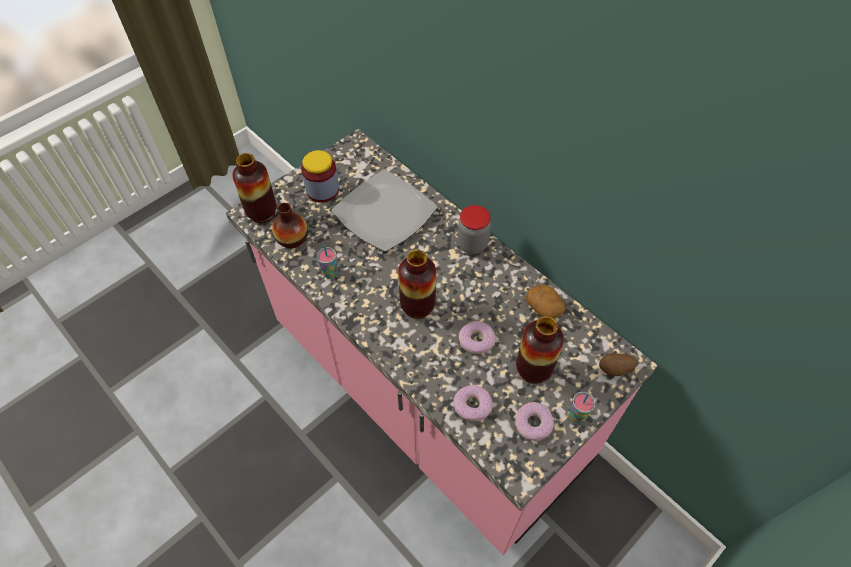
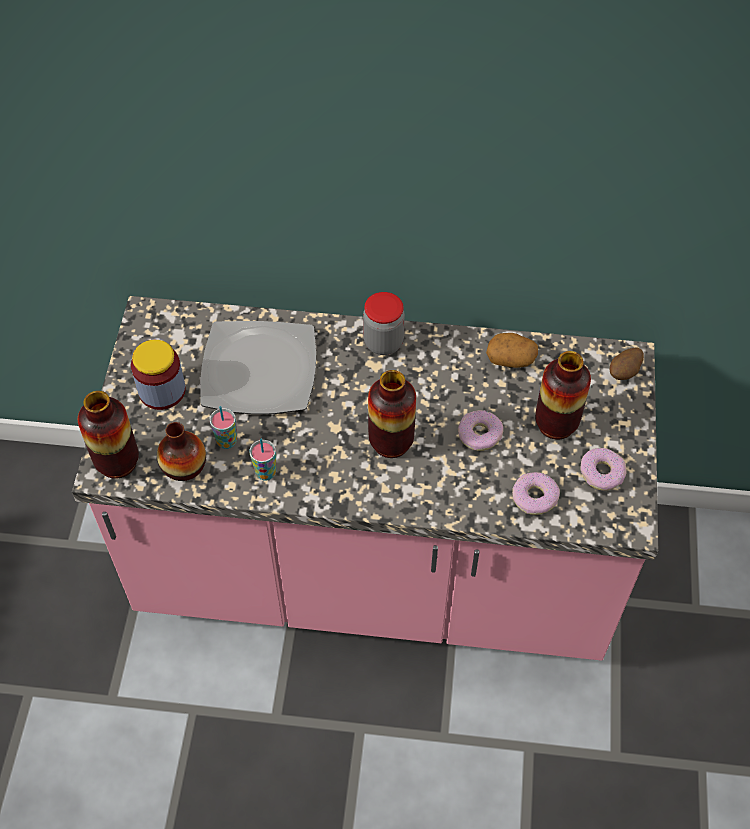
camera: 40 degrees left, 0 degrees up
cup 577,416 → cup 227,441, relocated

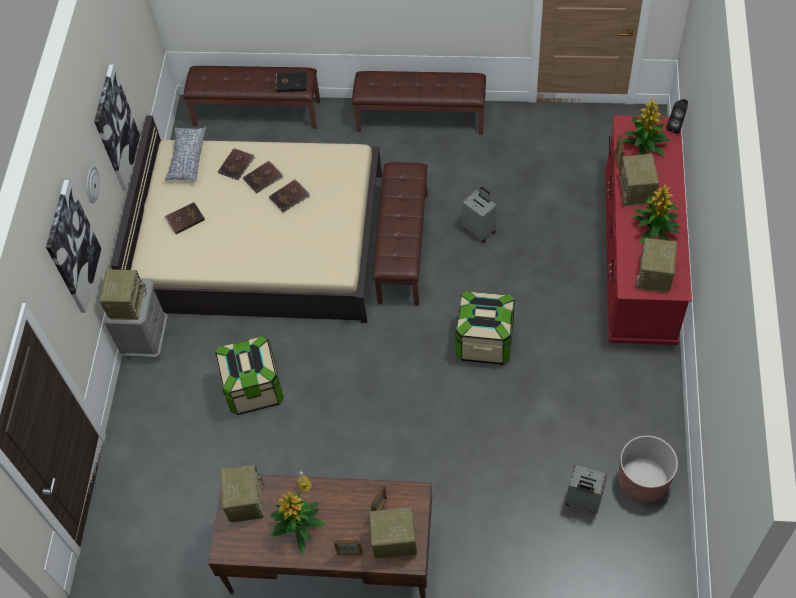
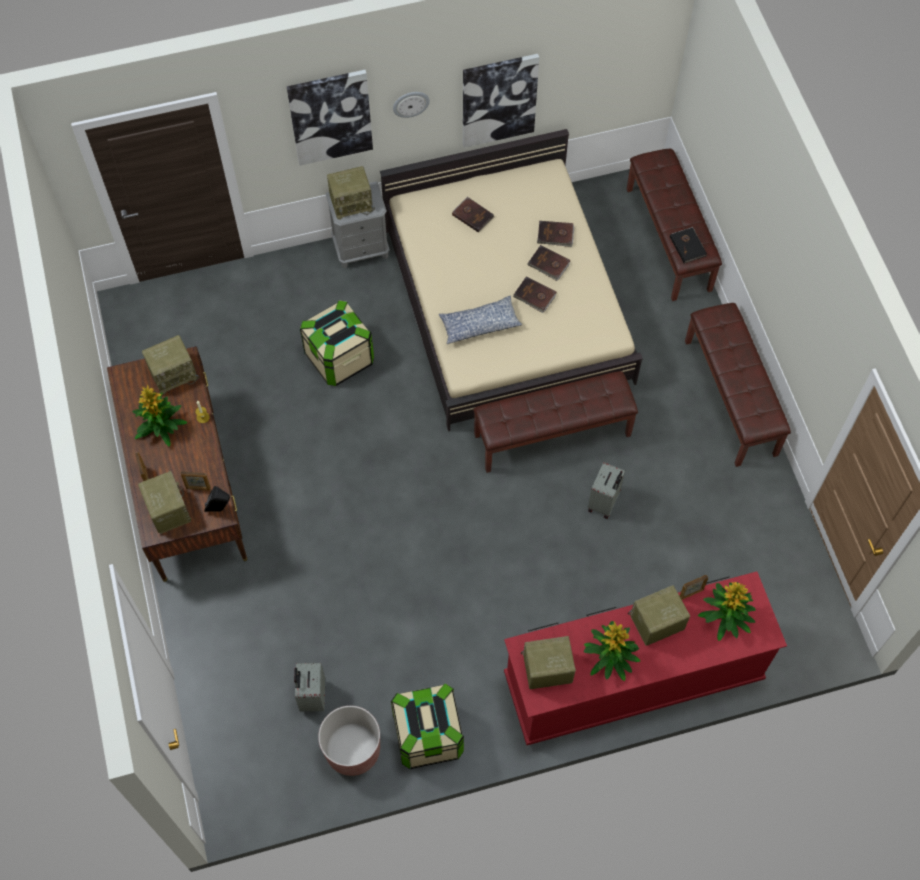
camera: 65 degrees right, 5 degrees up
black_speaker 676,126 → black_speaker 220,508, relocated
storage_box 485,342 → storage_box 428,735, relocated
pillow 187,158 → pillow 479,324, relocated

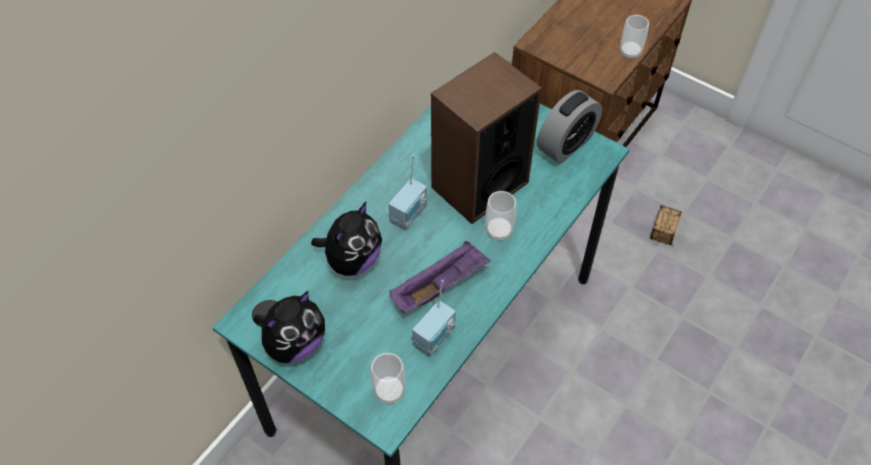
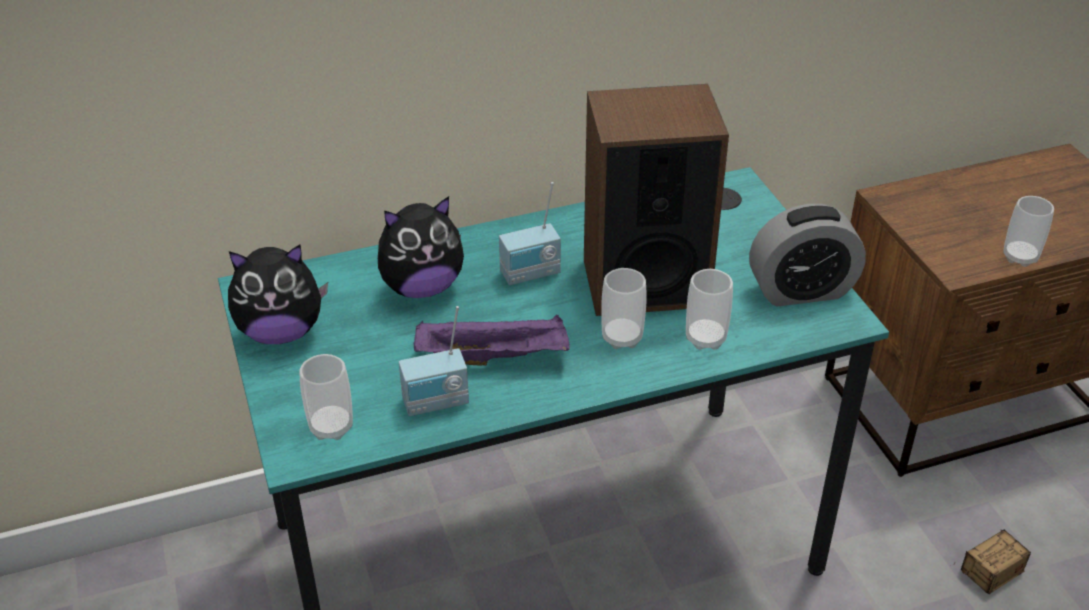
camera: 35 degrees right, 15 degrees down
- → cup 705,338

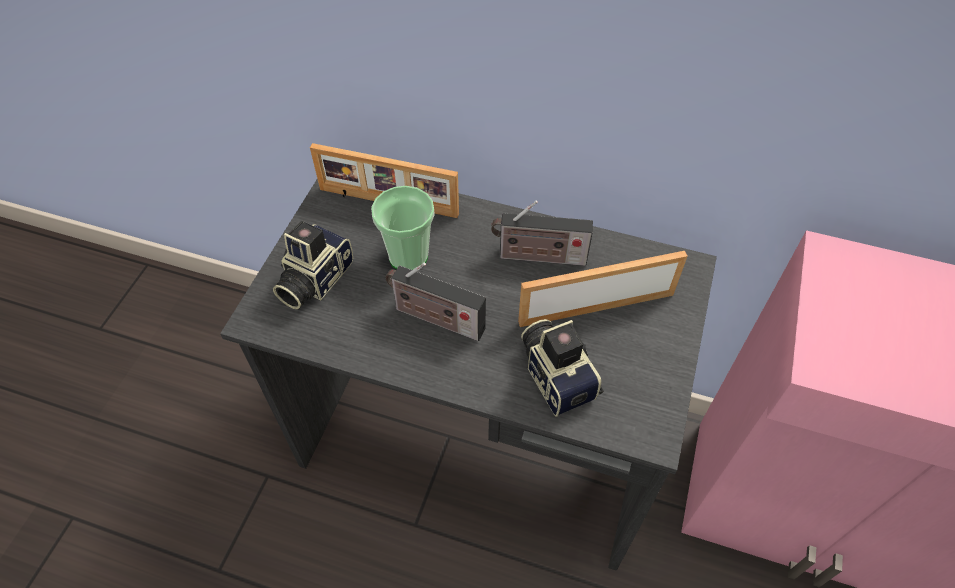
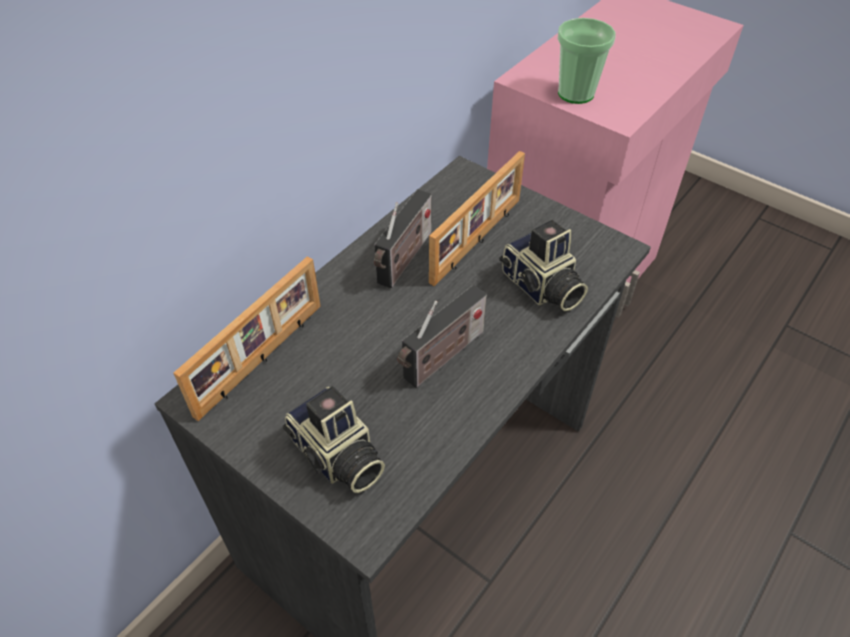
camera: 70 degrees left, 5 degrees down
picture_frame 595,306 → picture_frame 478,241, 150 degrees counterclockwise
photo_camera 557,375 → photo_camera 541,287, 120 degrees counterclockwise
cup 408,256 → cup 576,93, relocated

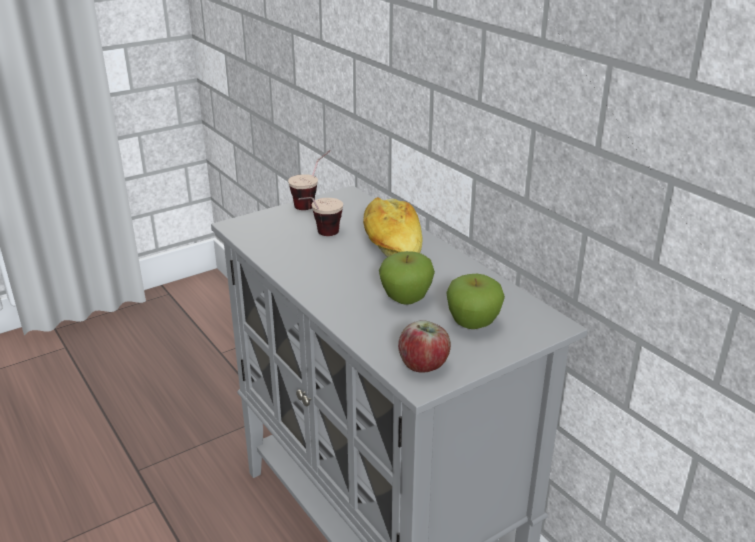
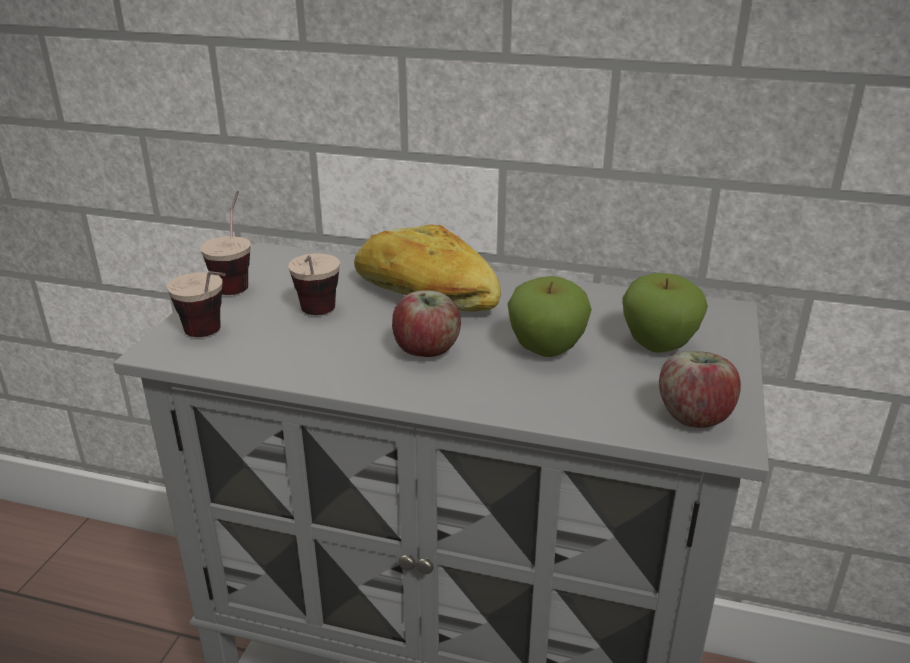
camera: 40 degrees left, 0 degrees up
- → cup 213,338
- → apple 427,351

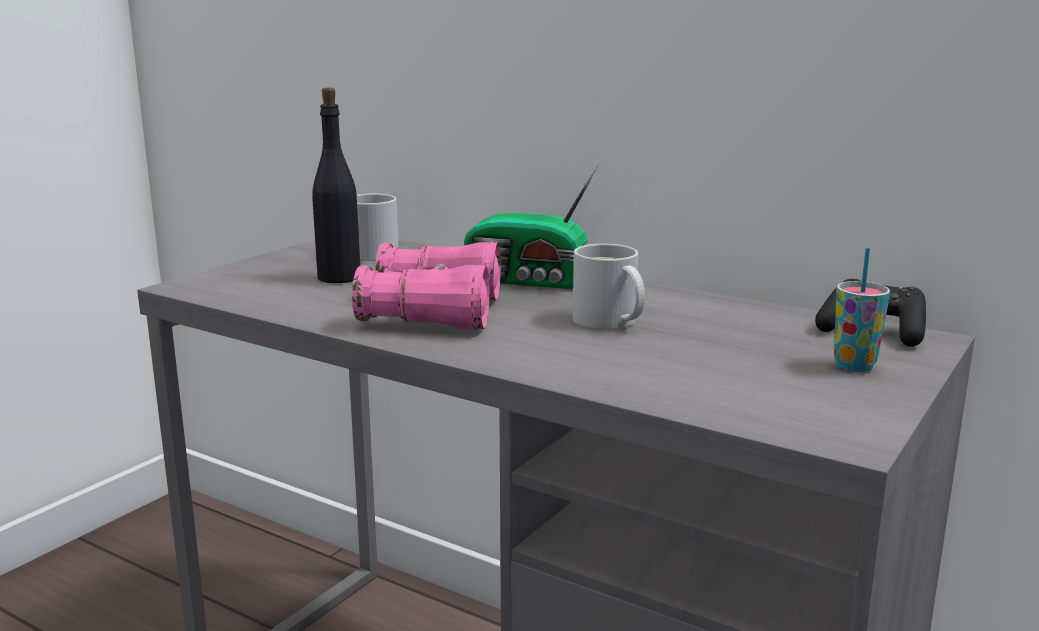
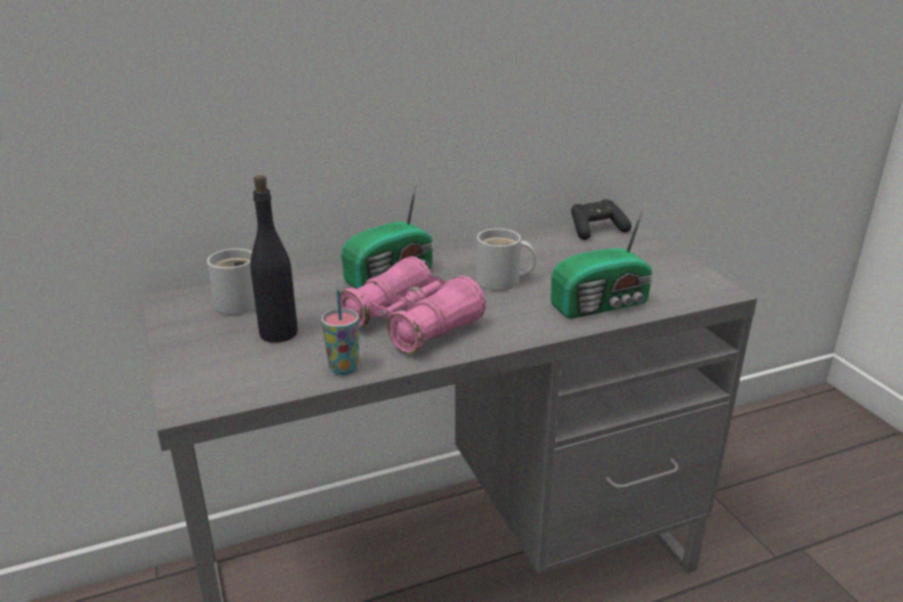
camera: 55 degrees left, 10 degrees up
cup 854,366 → cup 344,368, relocated
- → radio 603,304

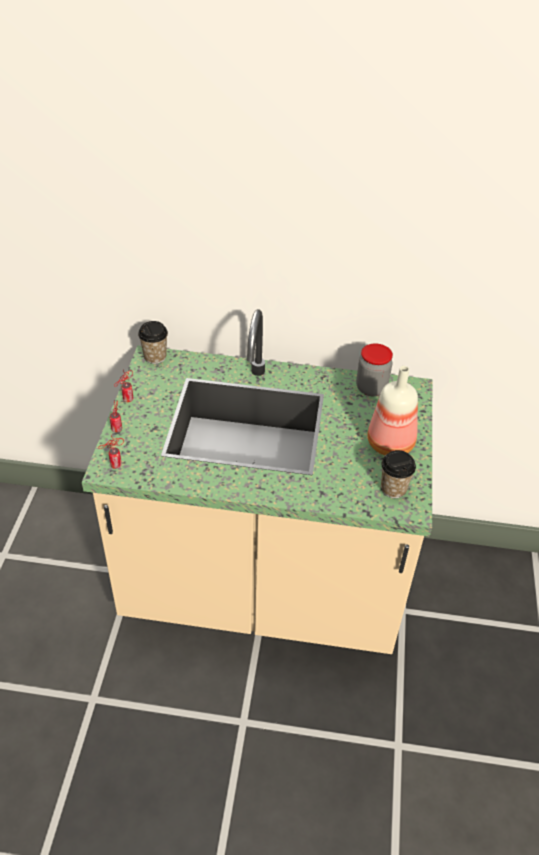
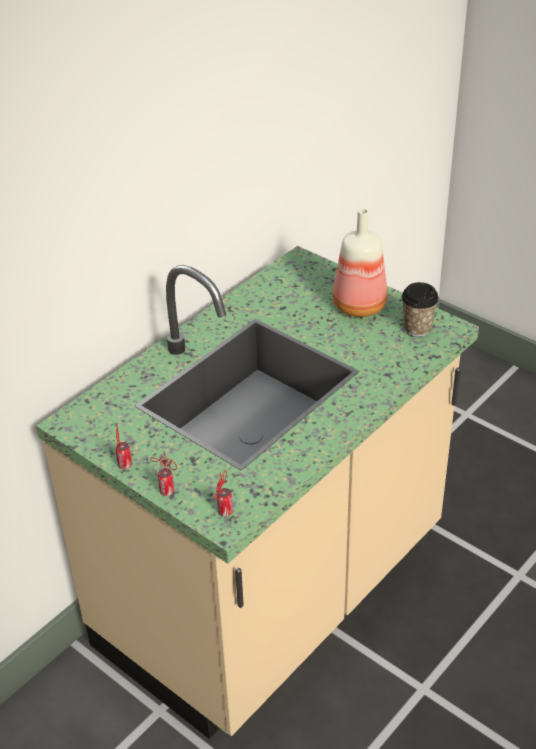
camera: 55 degrees left, 5 degrees down
cup 155,357 → -
jar 371,388 → -

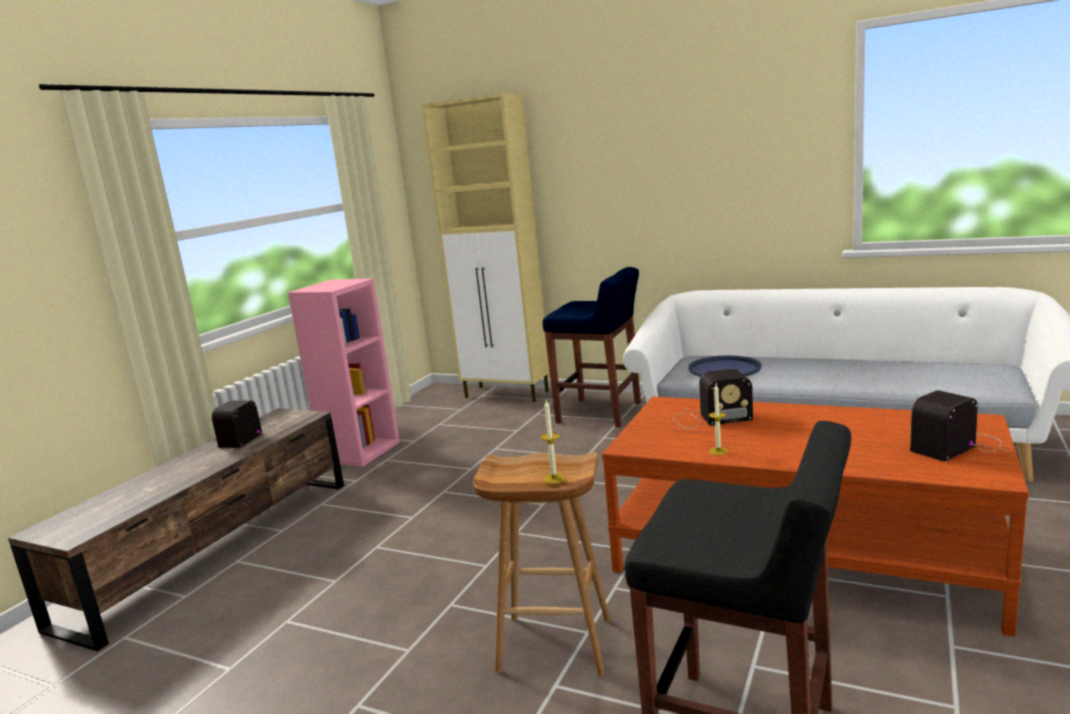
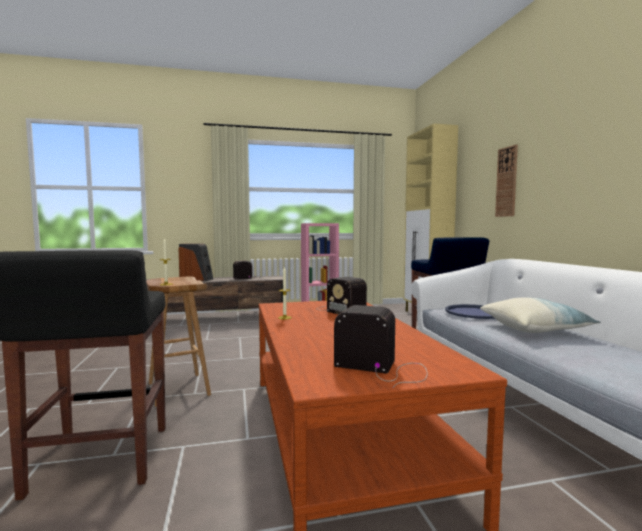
camera: 50 degrees right, 10 degrees down
- → speaker 196,279
- → pillow 534,329
- → wall_clock 506,182

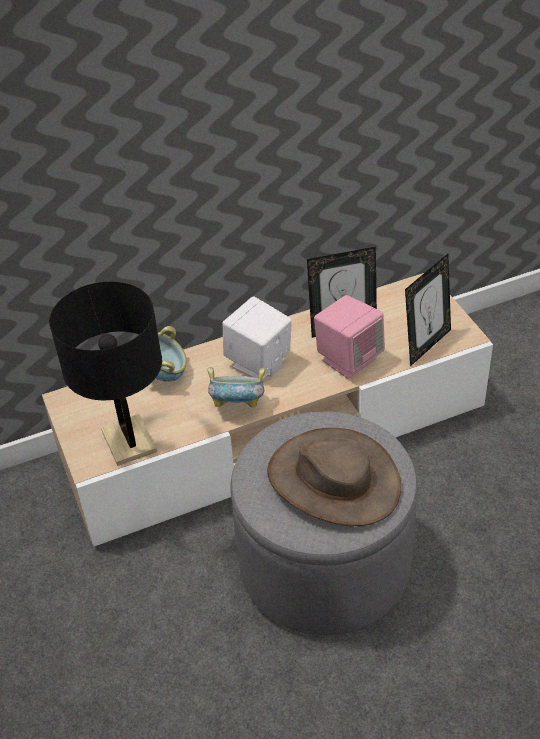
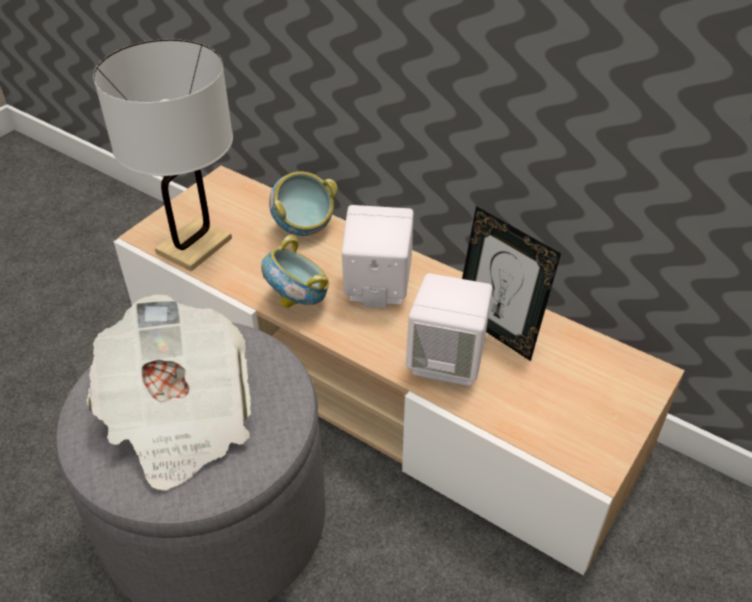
camera: 55 degrees right, 0 degrees up
brown_hat 333,480 → newspaper 178,418
black_table_lamp 128,441 → white_table_lamp 194,245
pink_speaker 349,359 → white_speaker 447,361
picture_frame 426,345 → -

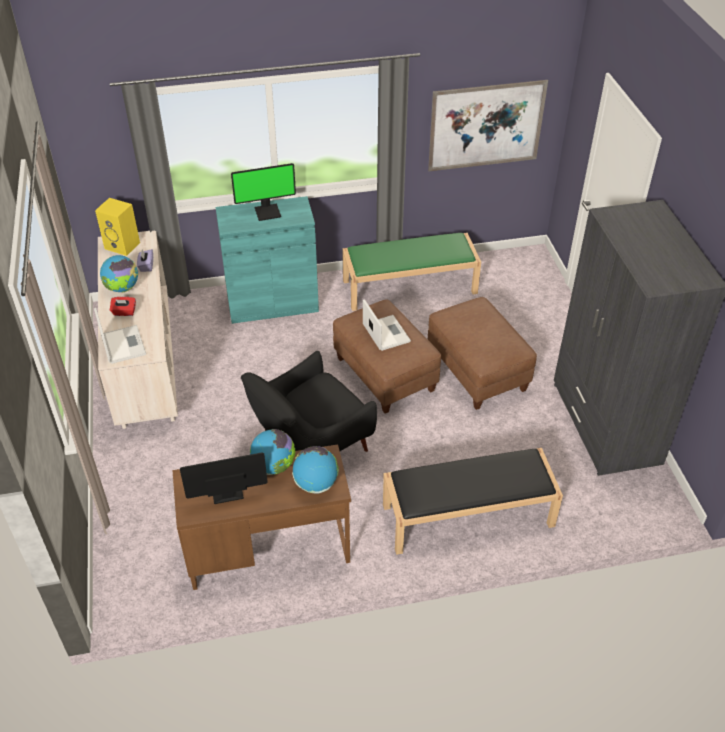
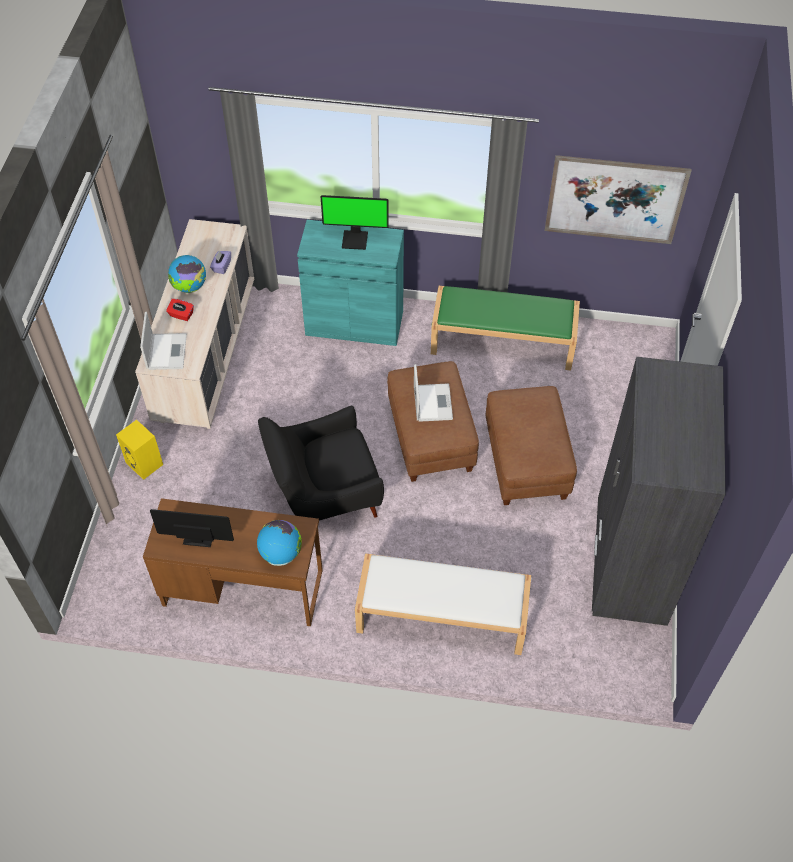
camera: 20 degrees right, 10 degrees up
yellow_speaker 123,245 → yellow_speaker 145,464, relocated
black_bench 467,516 → white_bench 441,616
globe 274,466 → -

